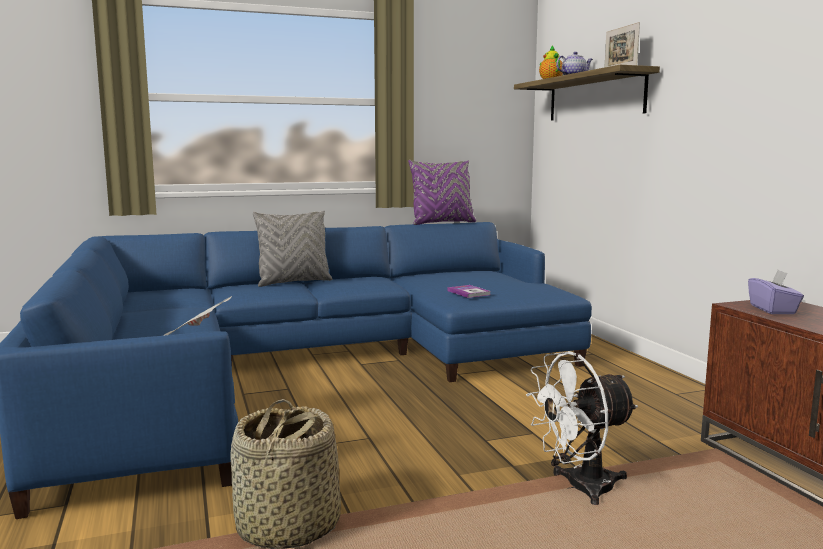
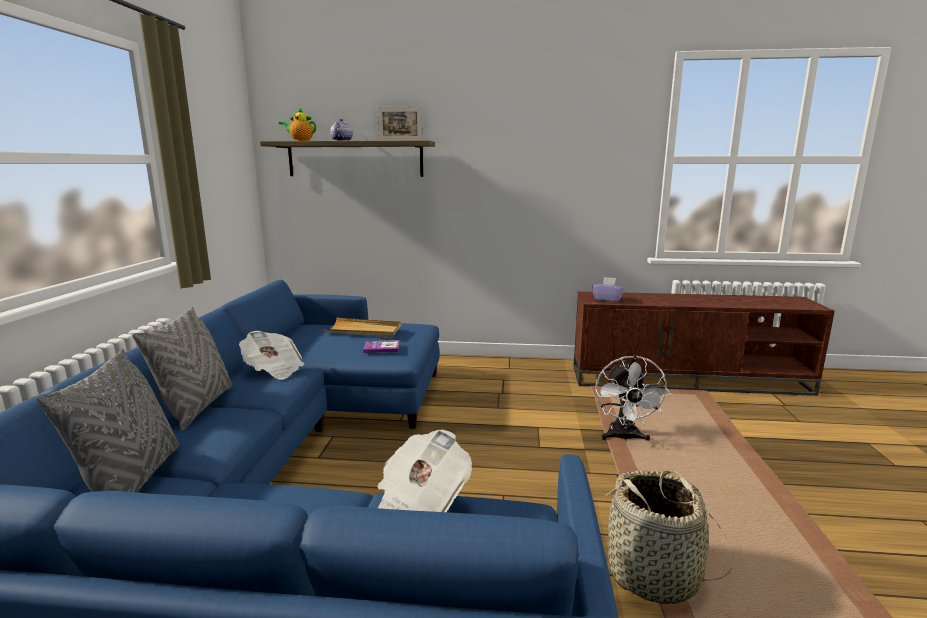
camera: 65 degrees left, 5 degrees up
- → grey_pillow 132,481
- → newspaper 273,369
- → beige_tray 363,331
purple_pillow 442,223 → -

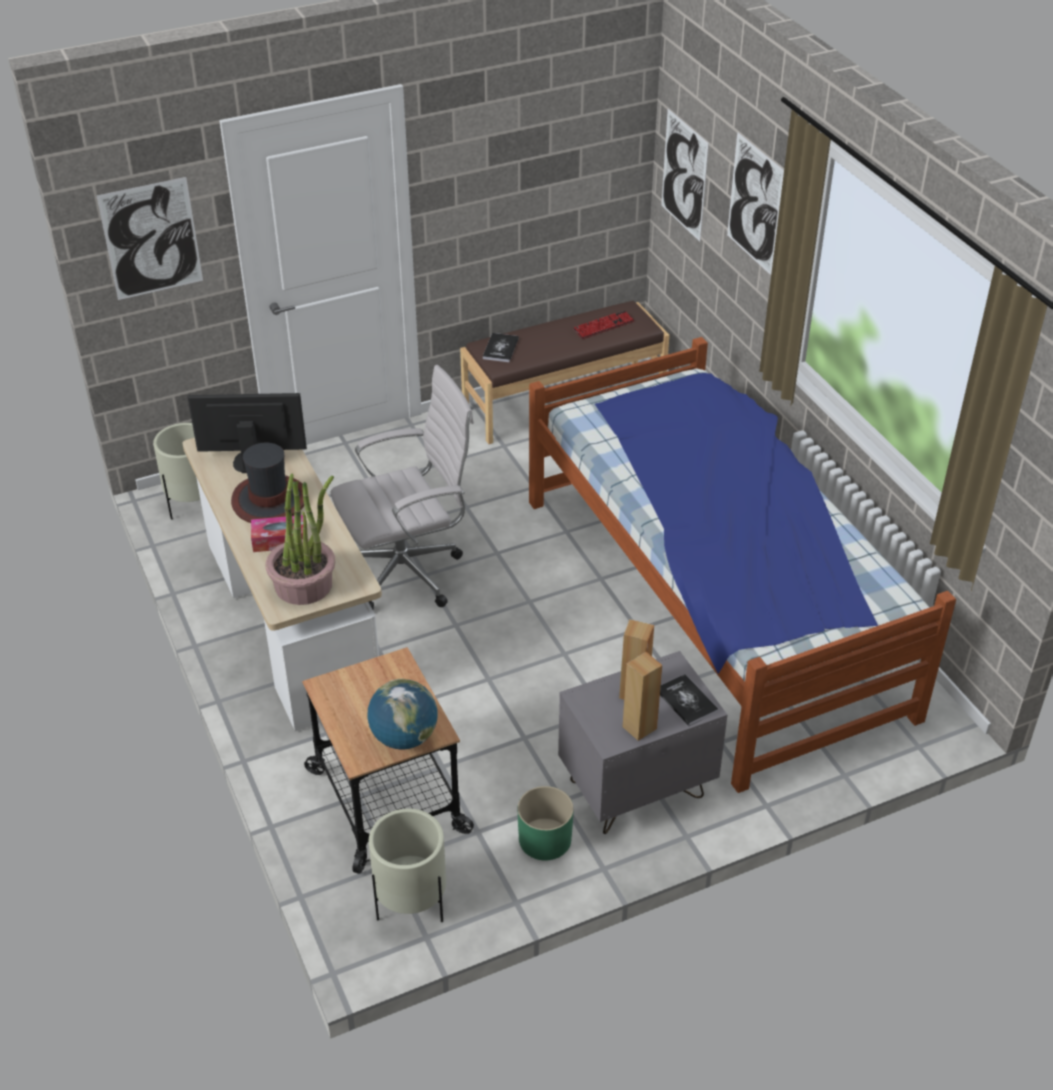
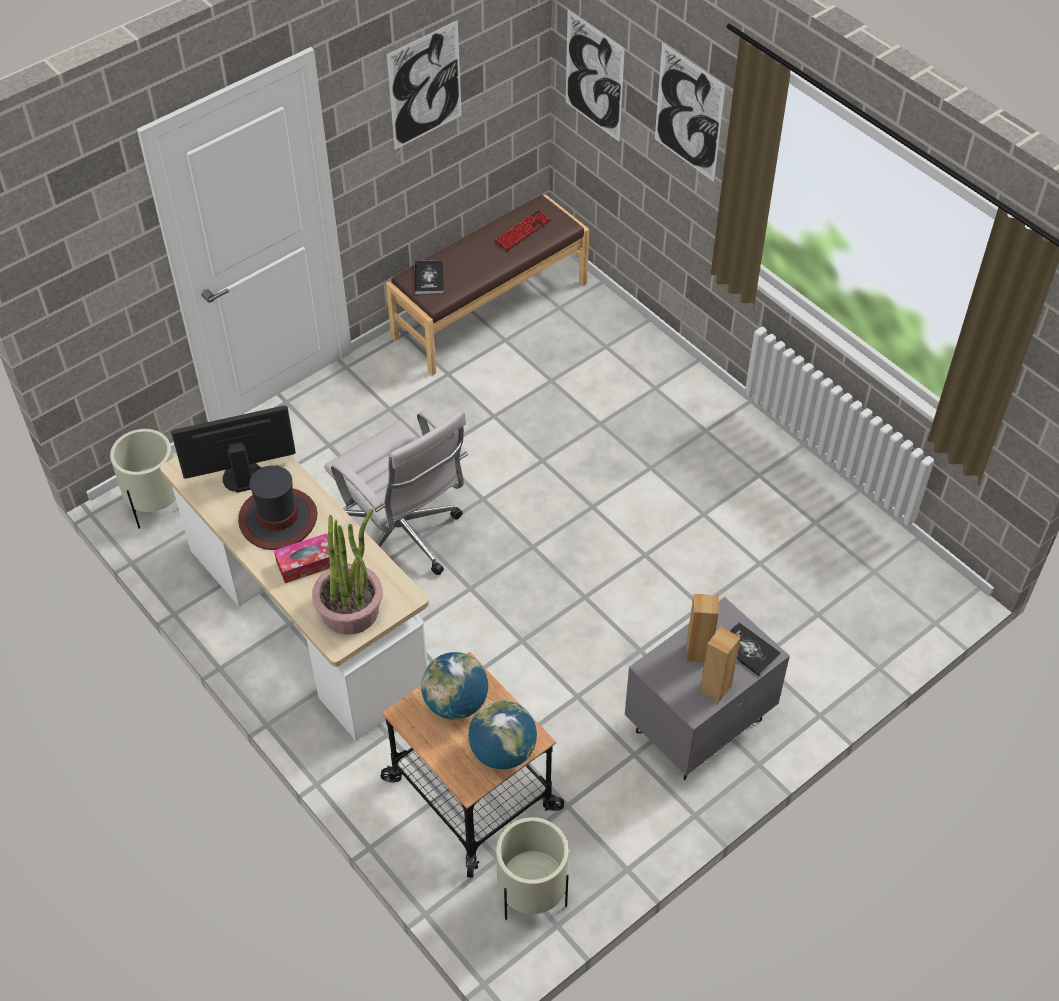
camera: 15 degrees left, 10 degrees up
white_office_chair 409,573 → white_office_chair 404,539, 90 degrees clockwise
picture 151,239 → picture 425,86, relocated
- → globe 456,703
green_planter 545,839 → -
bed 714,603 → -

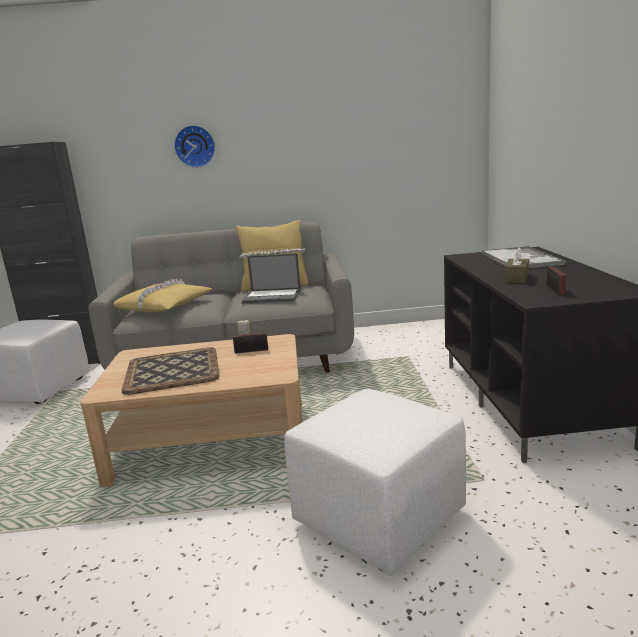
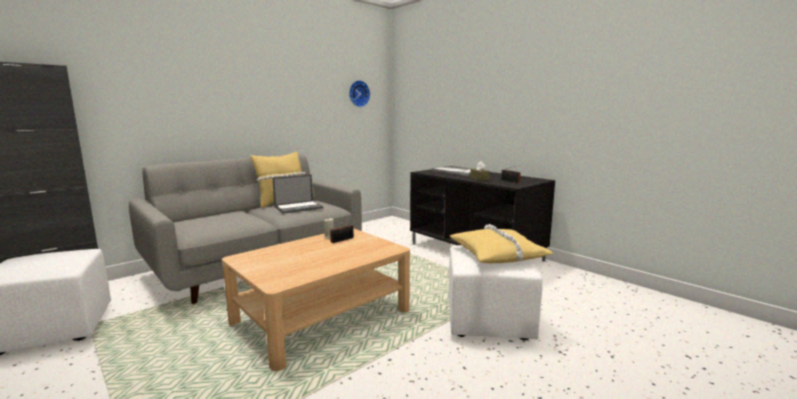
camera: 40 degrees left, 5 degrees down
wall_clock 195,146 → wall_clock 358,93, relocated
yellow_pillow 164,306 → yellow_pillow 498,254, relocated
tray 173,370 → -

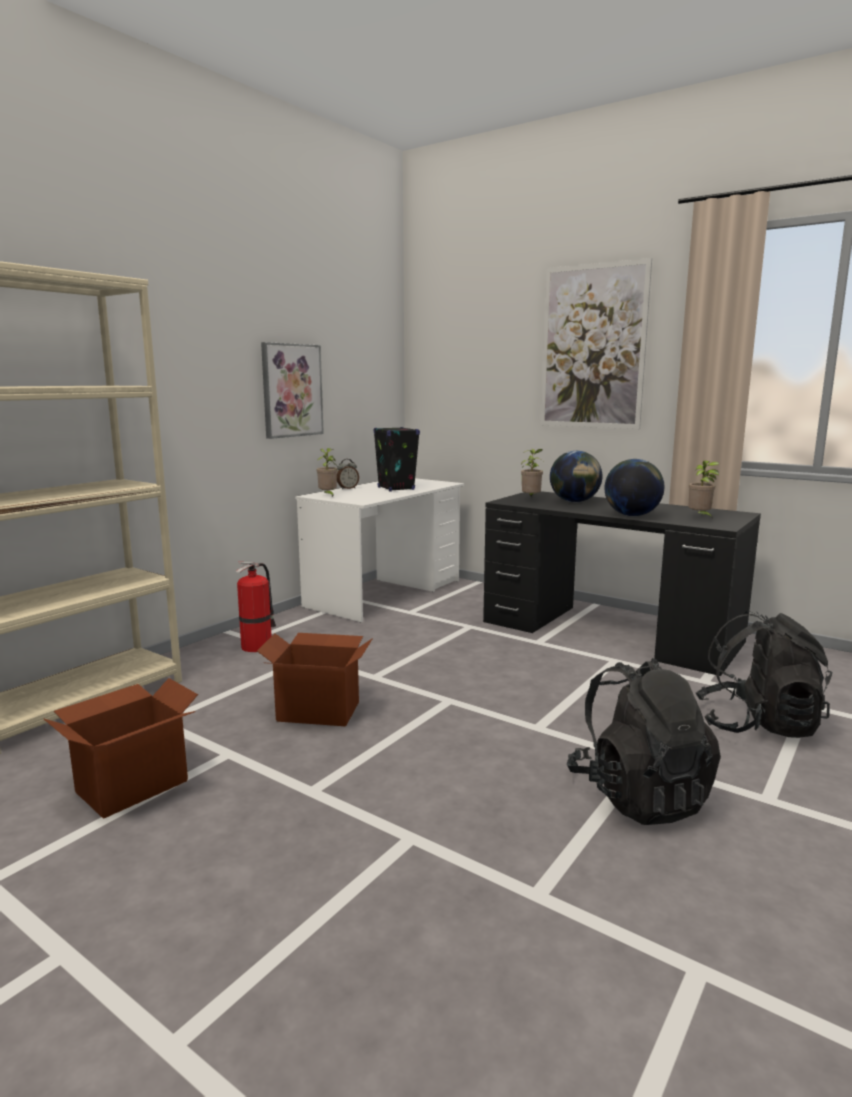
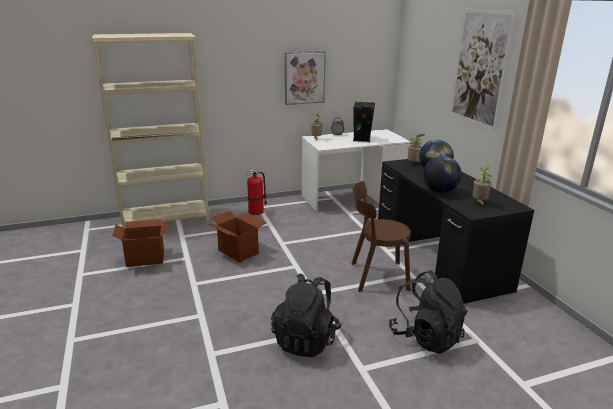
camera: 35 degrees right, 10 degrees up
- → brown_chair 376,276

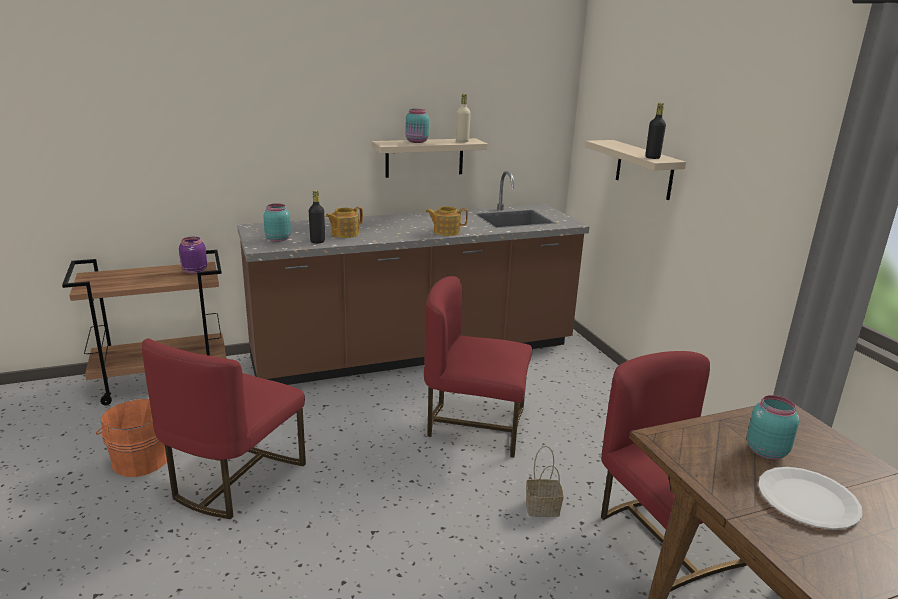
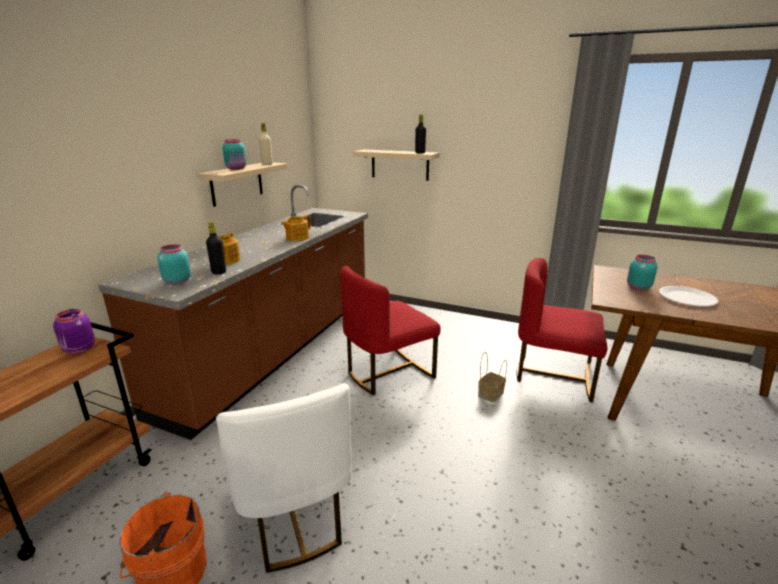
camera: 45 degrees left, 0 degrees up
red_chair 234,479 → white_chair 292,515

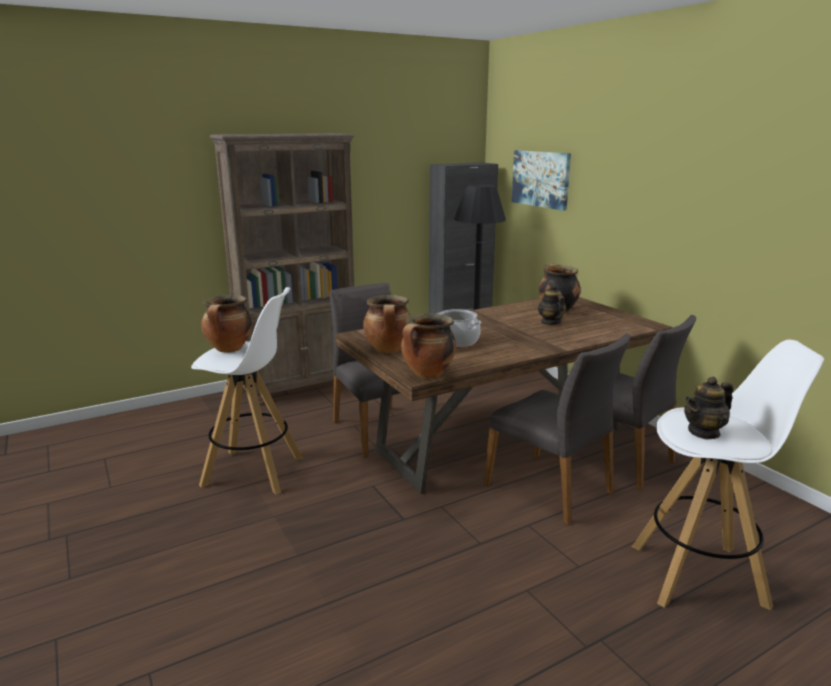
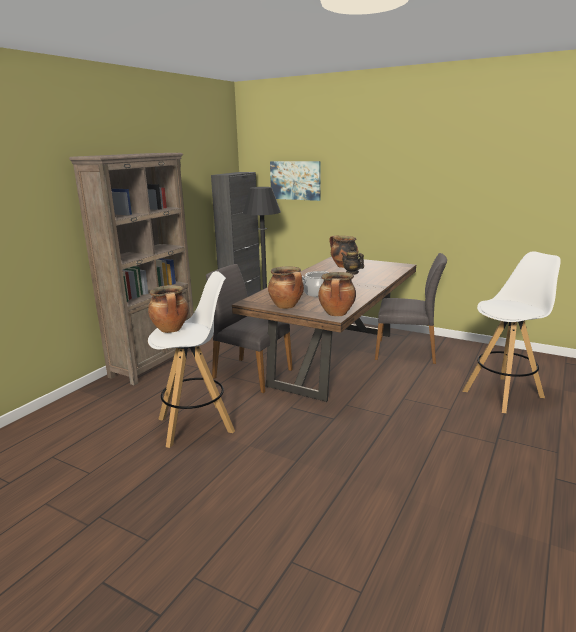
camera: 30 degrees left, 0 degrees up
grey_chair 550,488 → -
teapot 704,432 → -

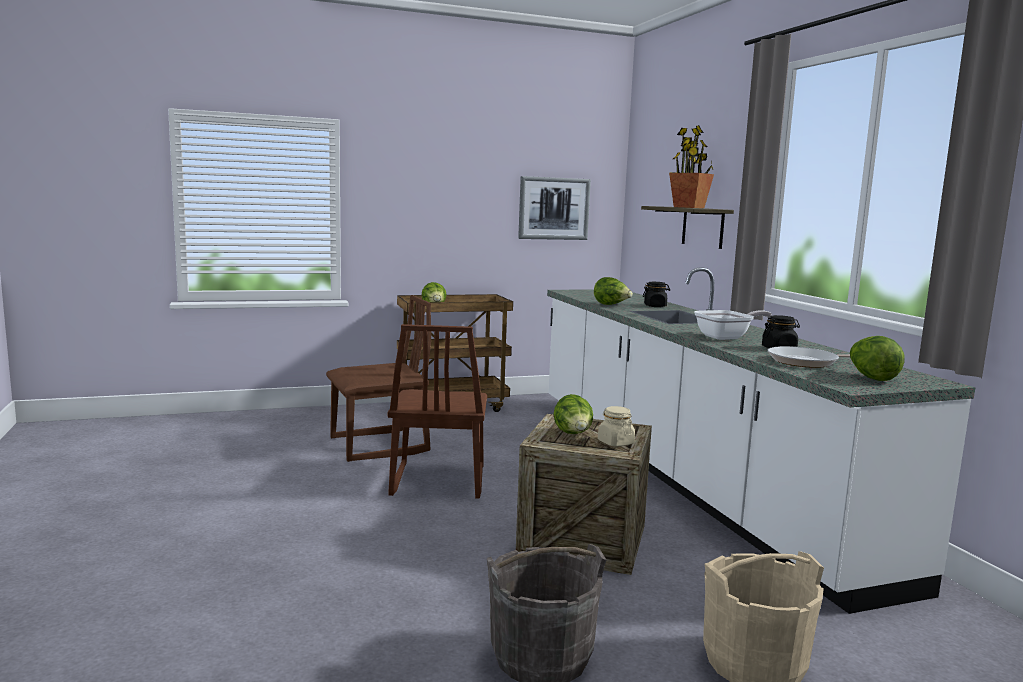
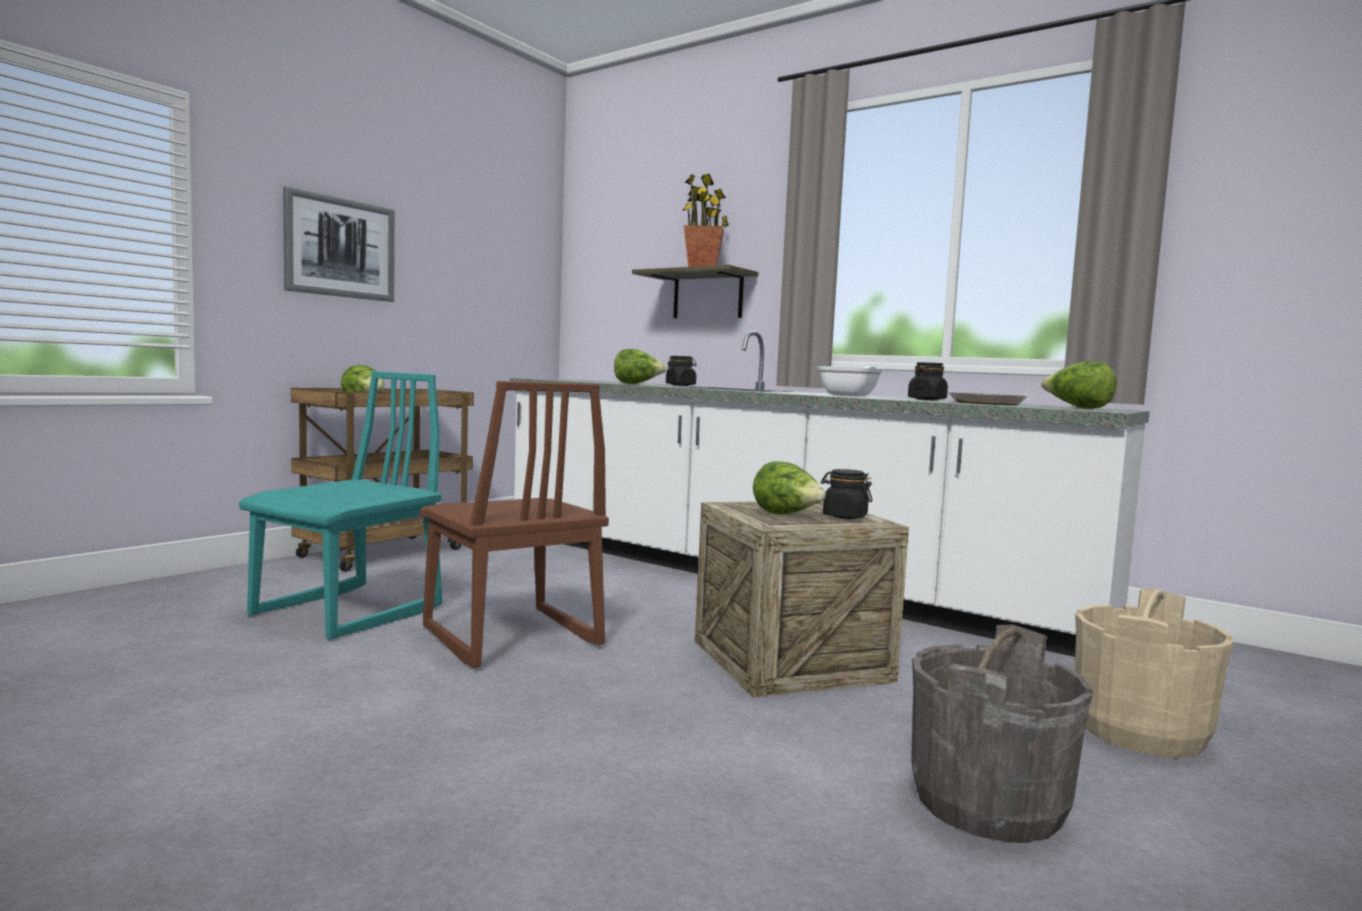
camera: 35 degrees left, 5 degrees down
brown_chair 379,446 → turquoise_chair 349,612
picture 554,208 → picture 340,248, relocated
beige_jar 615,443 → black_jar 844,516

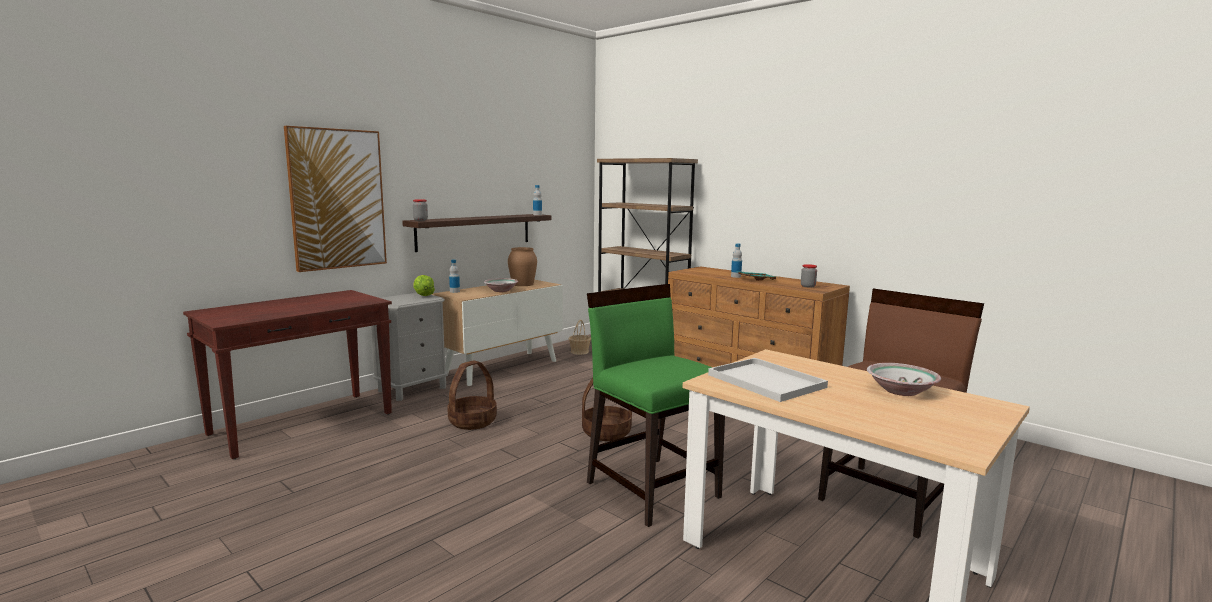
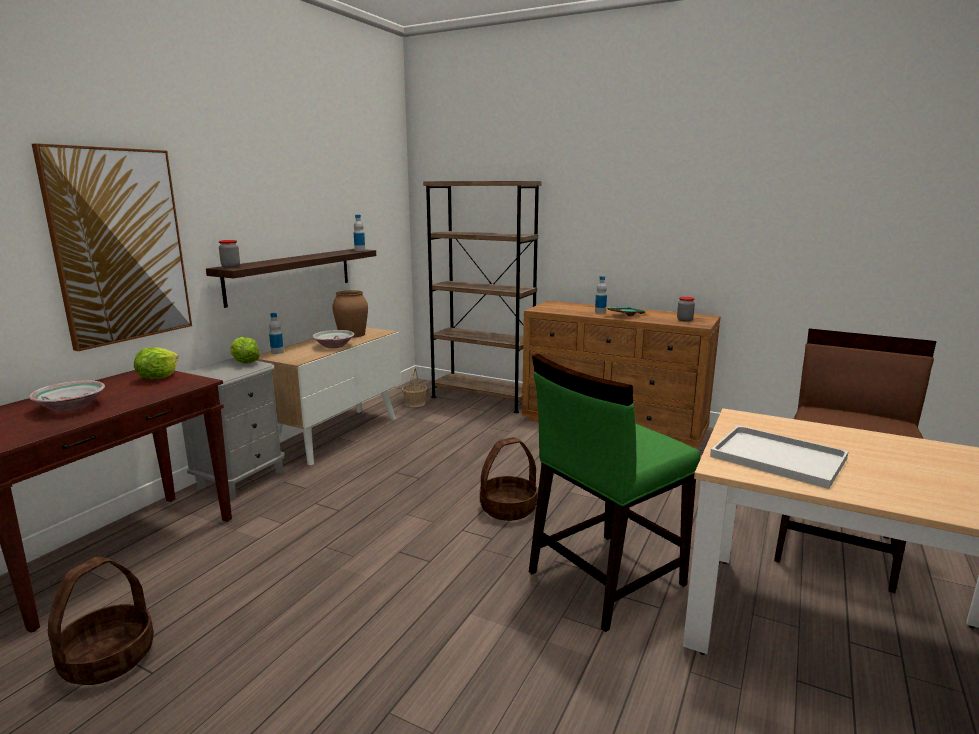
camera: 15 degrees left, 5 degrees up
bowl 902,391 → bowl 72,407, relocated
basket 472,422 → basket 108,659, relocated
- → lettuce 158,377
green_chair 652,488 → green_chair 604,578, 75 degrees counterclockwise

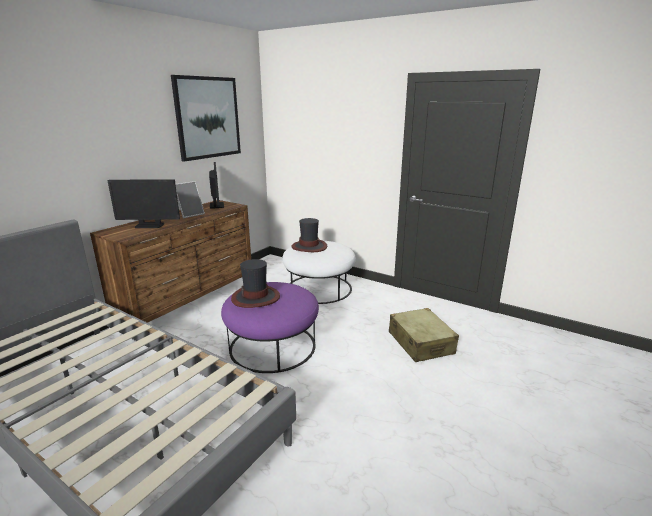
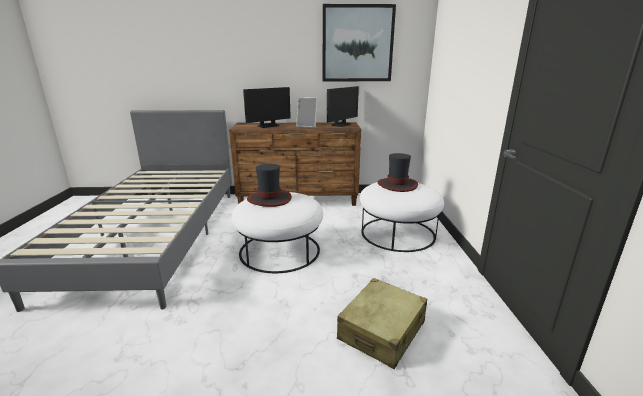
camera: 55 degrees right, 0 degrees up
purple_ottoman 273,346 → white_ottoman 280,250
monitor 149,225 → monitor 268,126, 90 degrees counterclockwise

